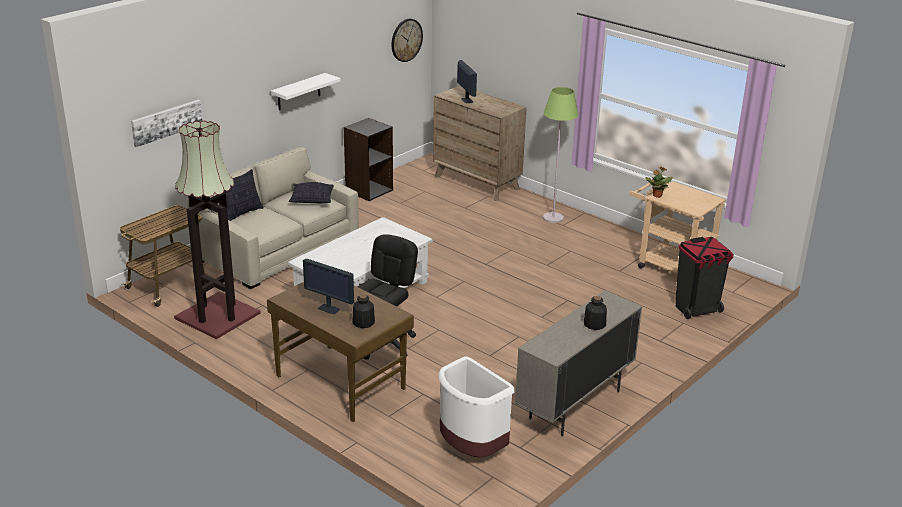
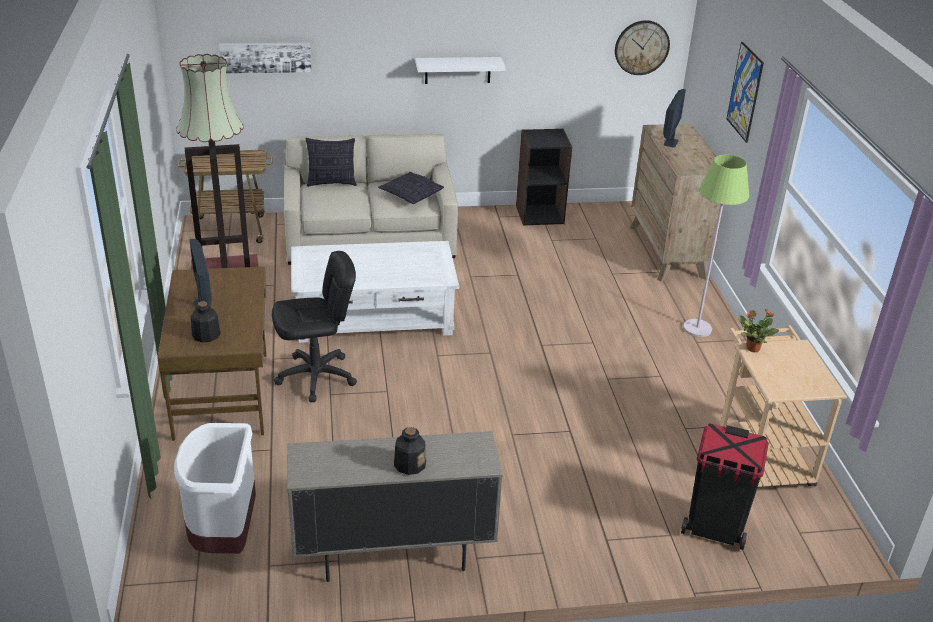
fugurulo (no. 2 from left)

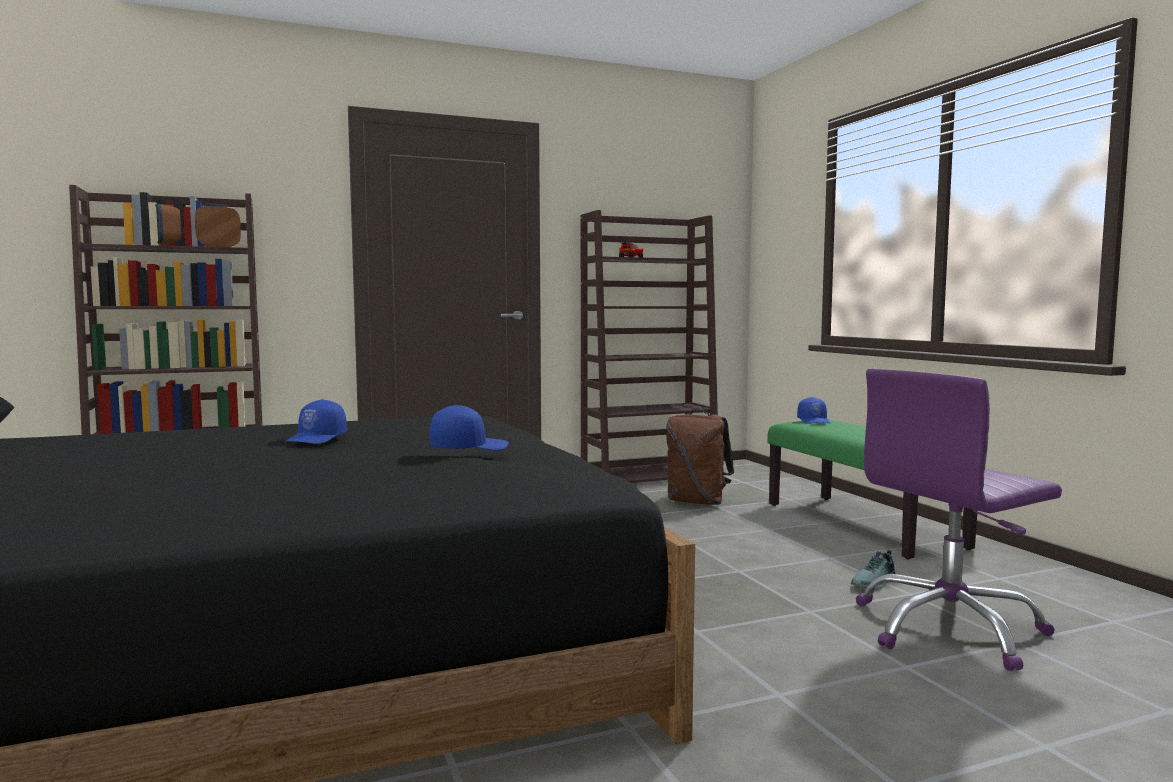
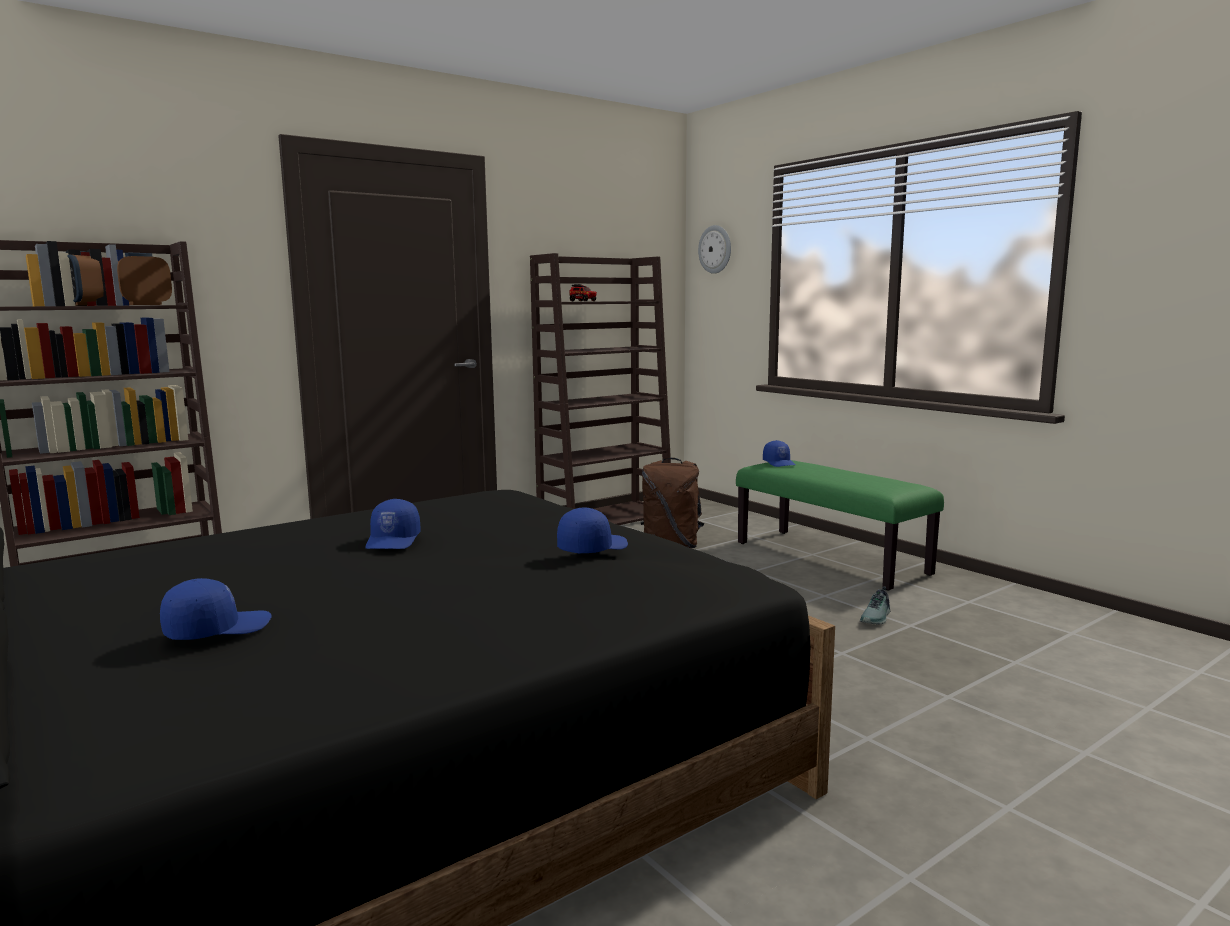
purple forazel
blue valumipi (no. 1 from left)
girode

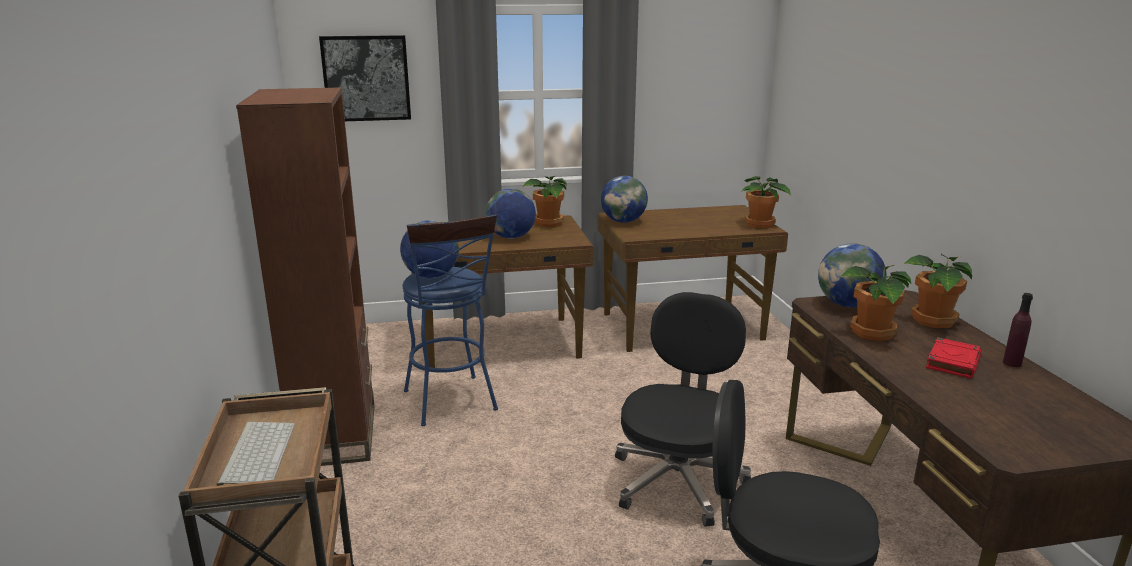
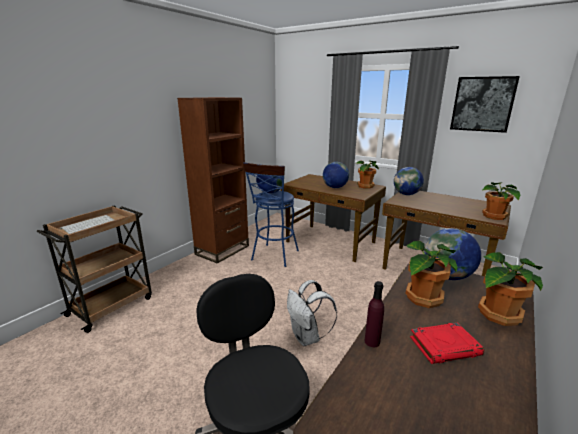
fugurulo
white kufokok
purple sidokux

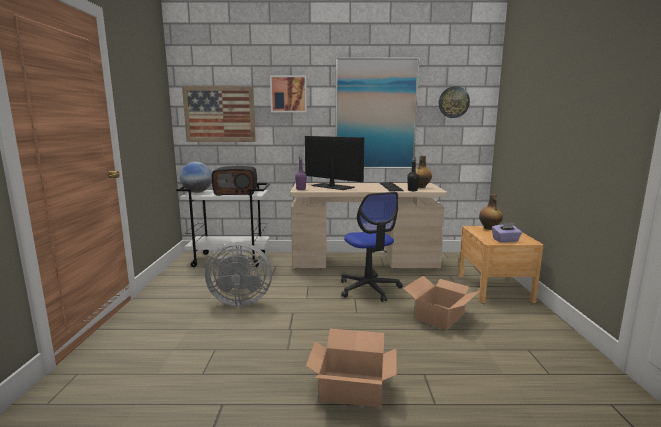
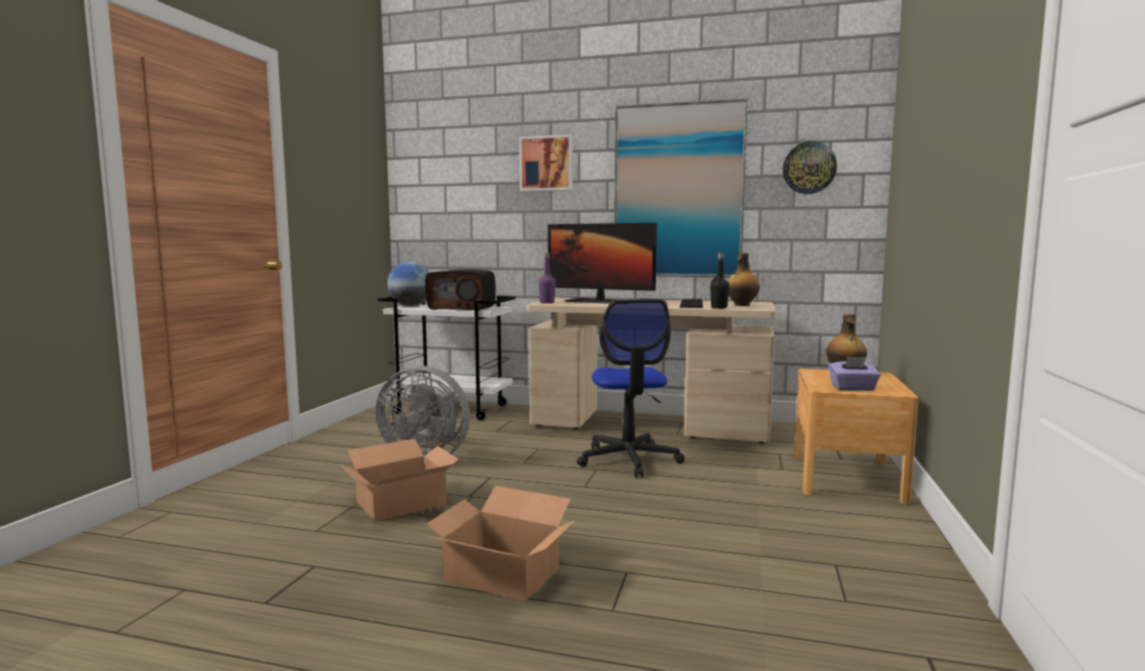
fugurulo (no. 1 from left in the first image)
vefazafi
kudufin (no. 1 from left)

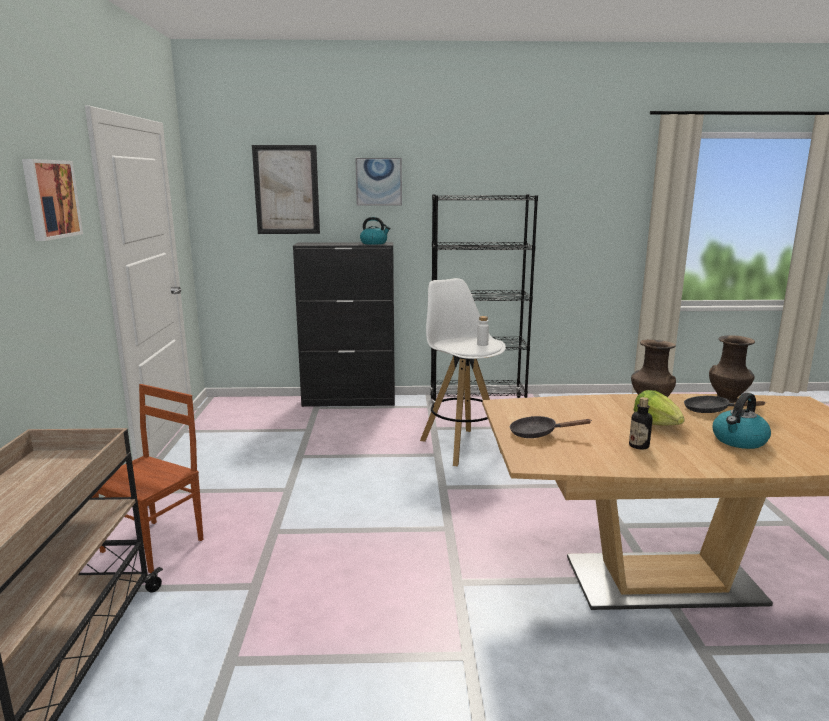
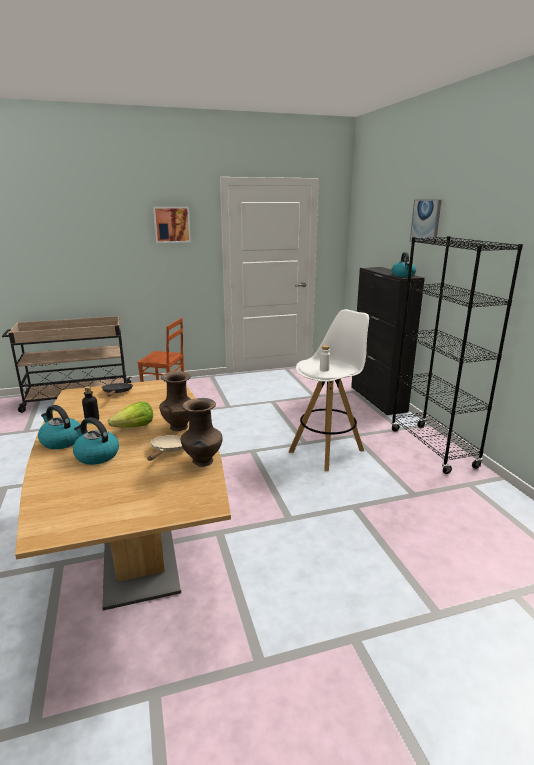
fugurulo (no. 2 from left in the first image)
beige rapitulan
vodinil (no. 1 from left)

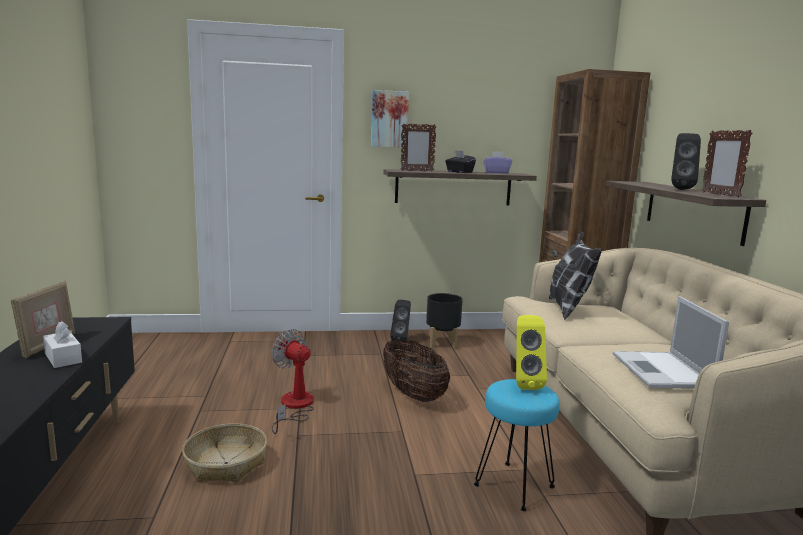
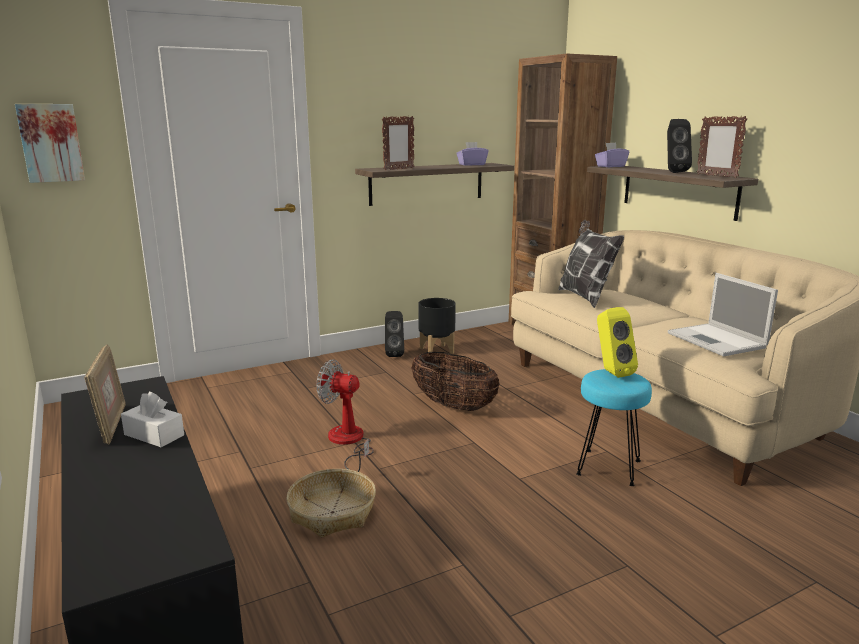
fugurulo
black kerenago
purple kerenago (no. 2 from left)

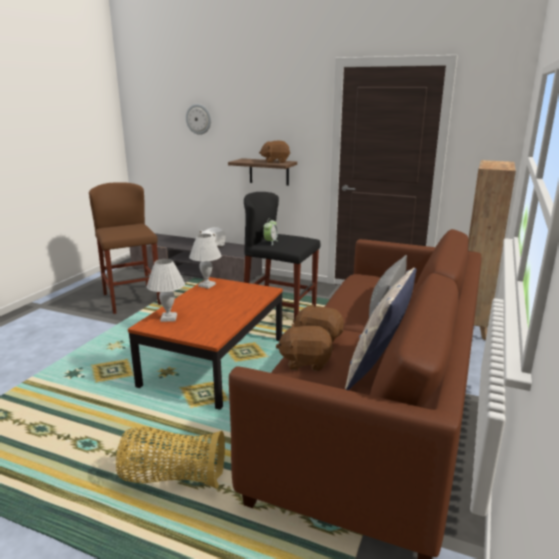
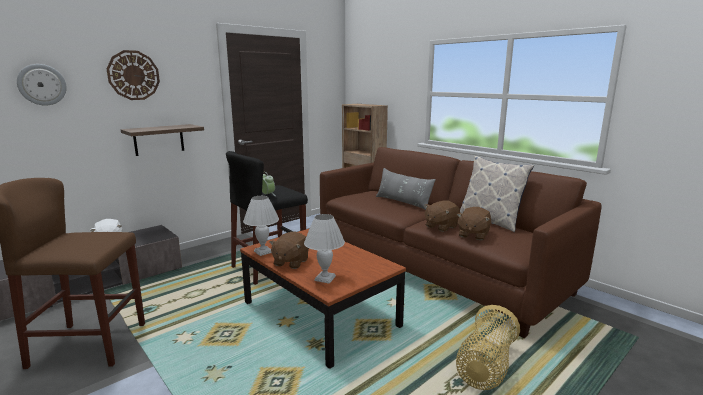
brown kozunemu (no. 1 from left)
girode (no. 2 from left)

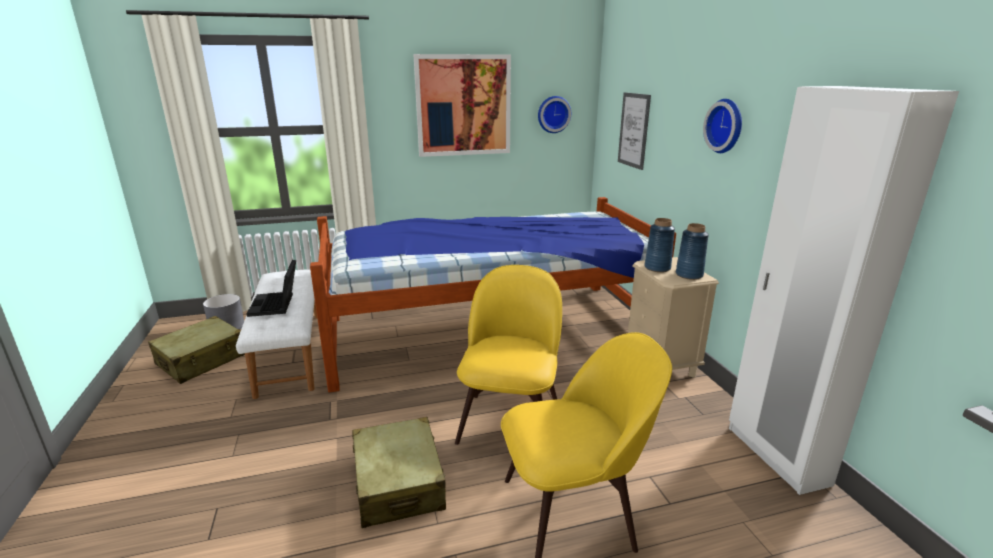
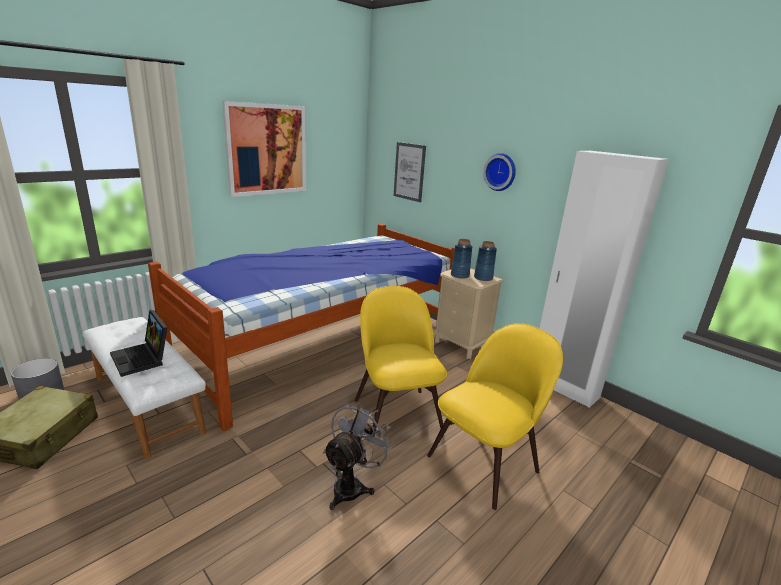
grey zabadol
girode (no. 1 from left in the first image)

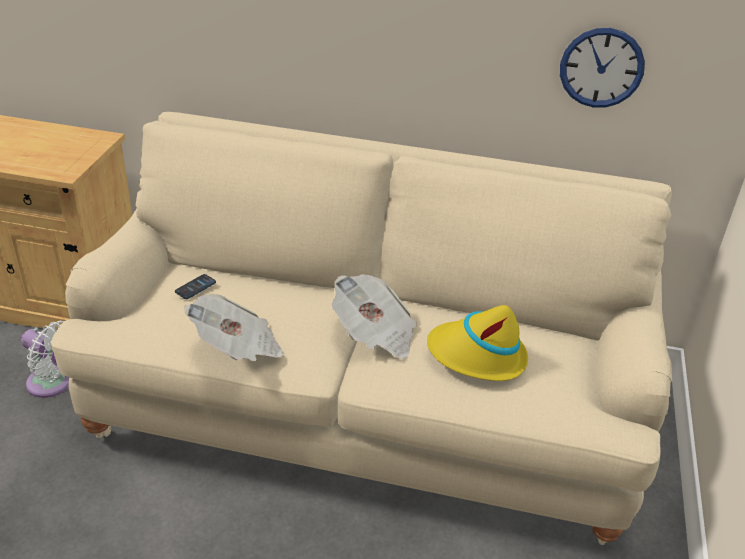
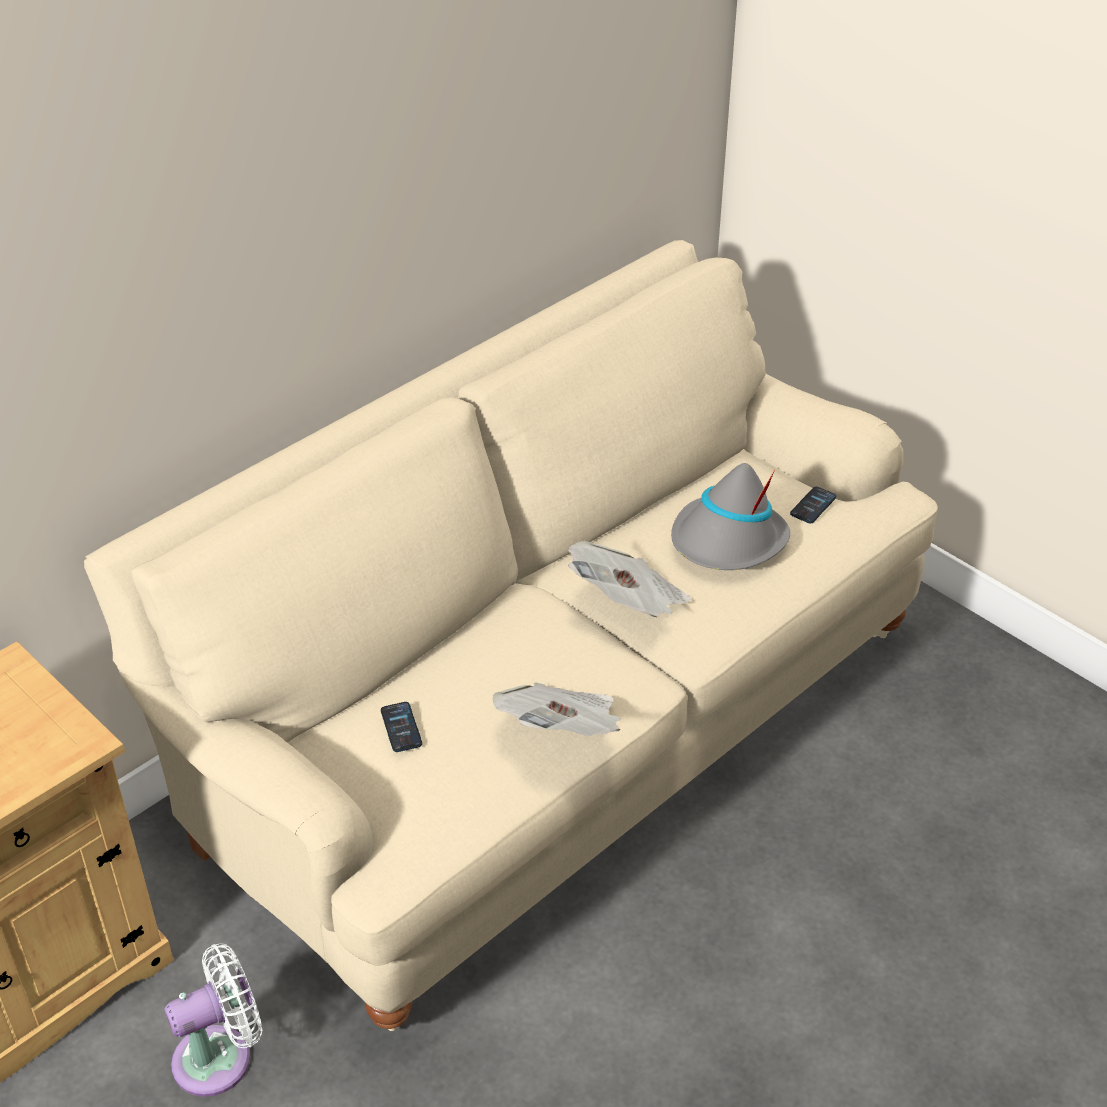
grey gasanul
girode
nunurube (no. 2 from left)

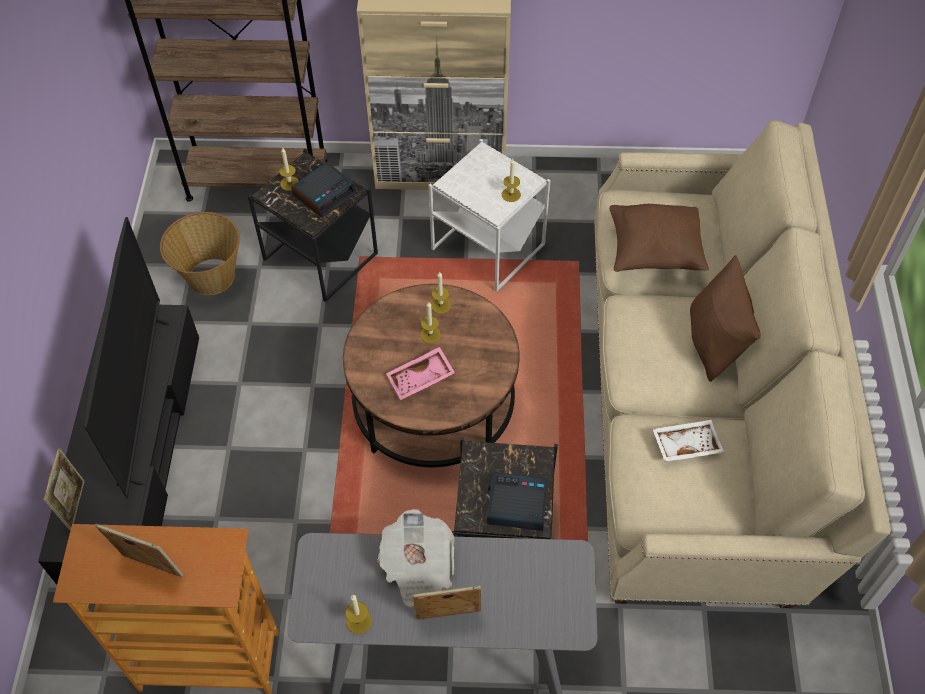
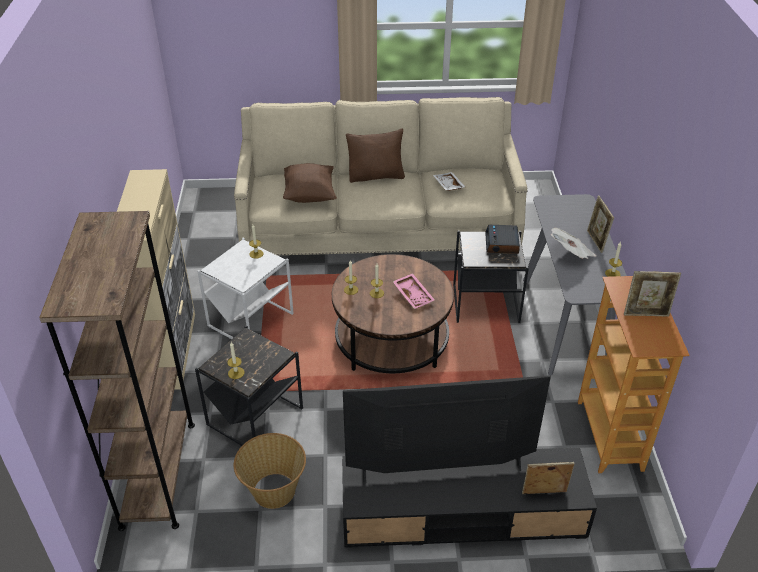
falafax (no. 3 from left)
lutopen (no. 1 from left in the first image)

